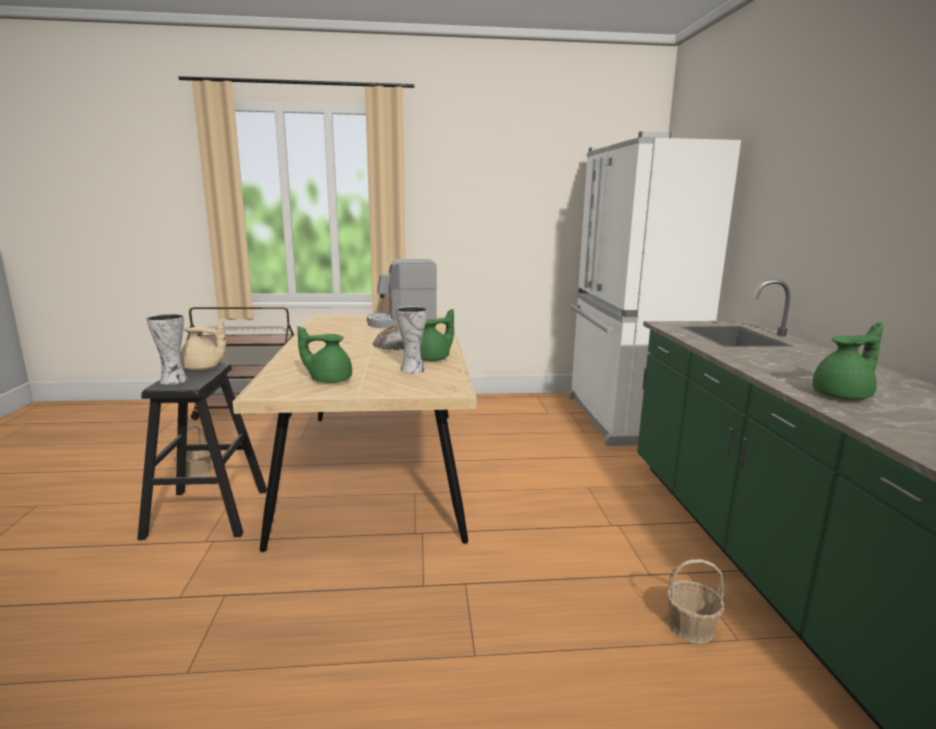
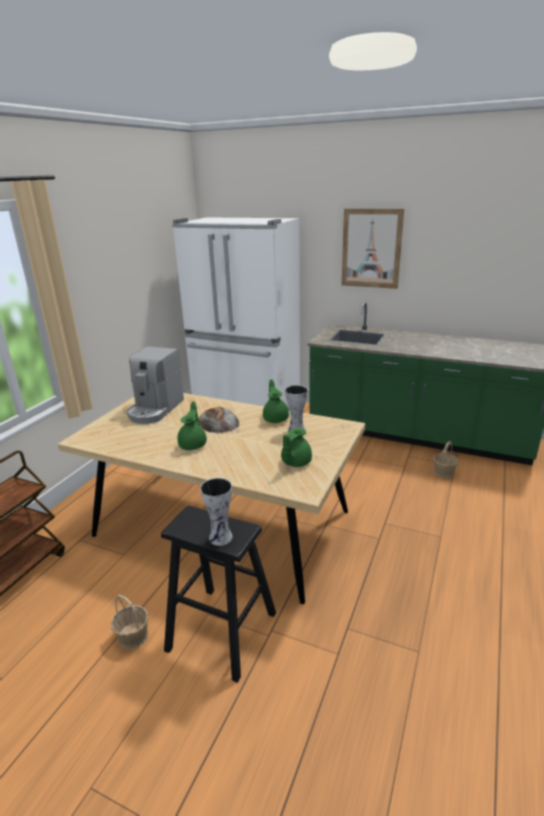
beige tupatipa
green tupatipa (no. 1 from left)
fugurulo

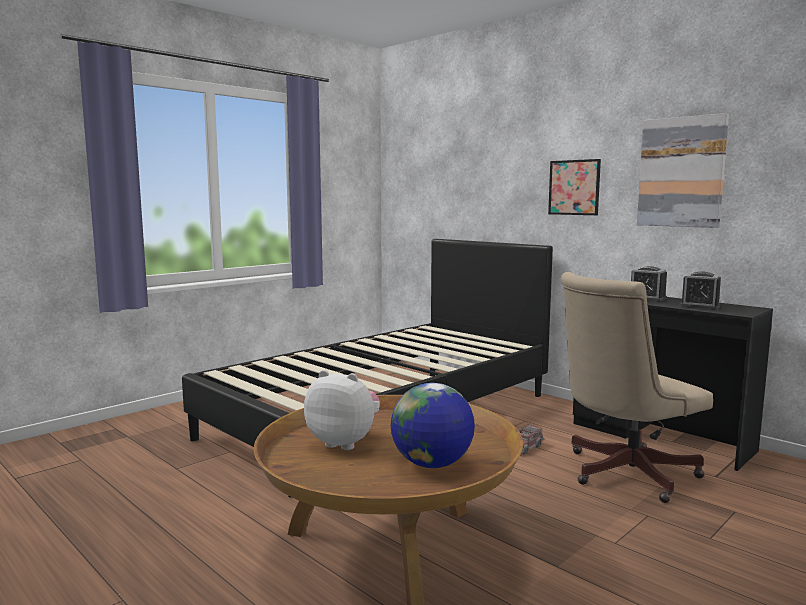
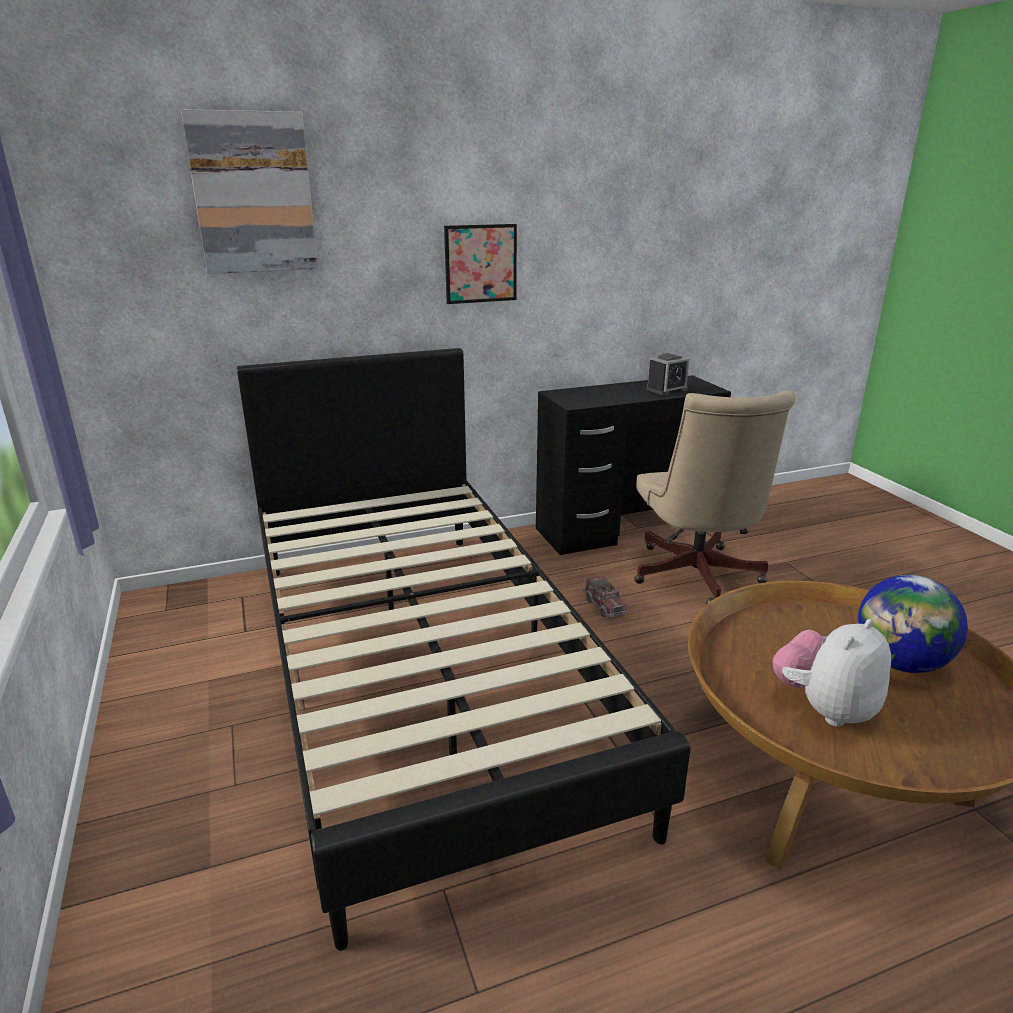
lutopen (no. 1 from left in the first image)
fugurulo (no. 1 from left)

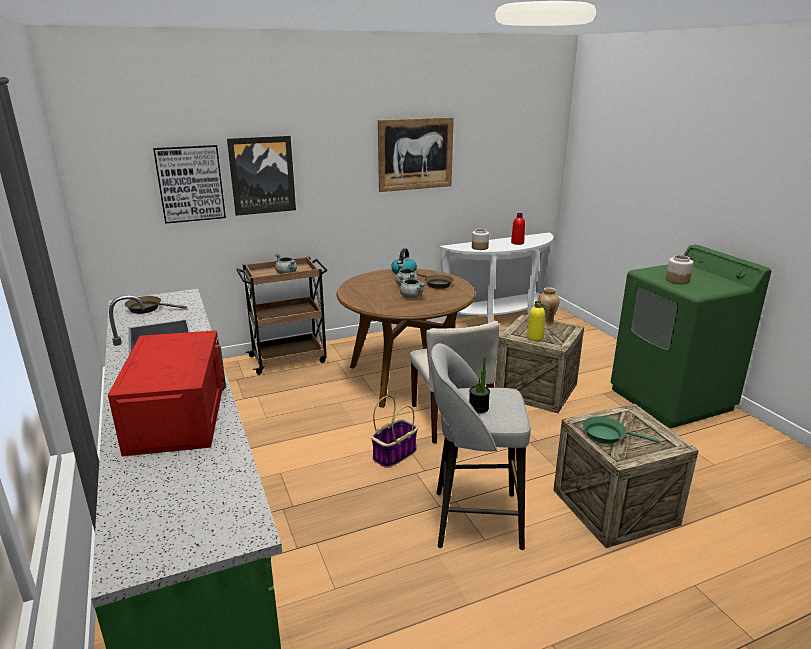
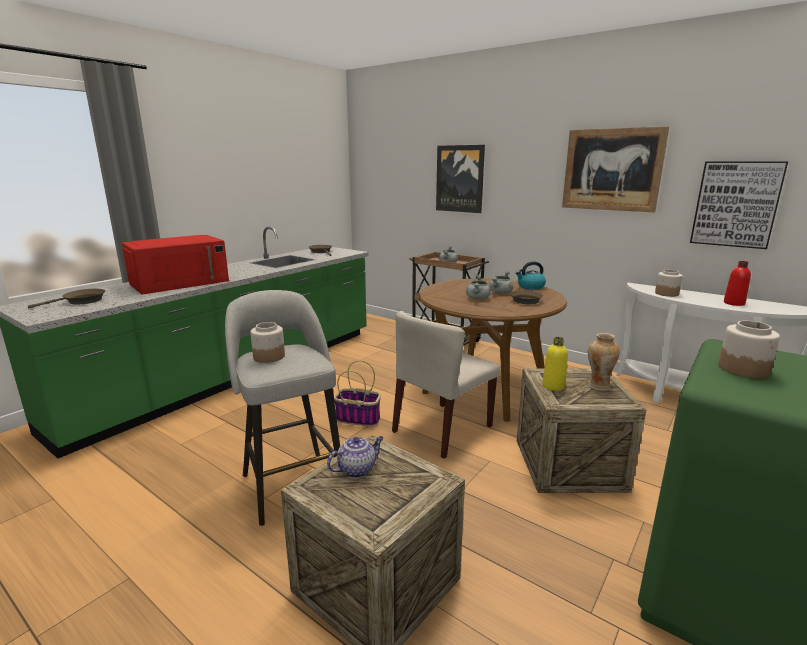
fugurulo (no. 3 from left)
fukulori (no. 1 from left)
tupatipa
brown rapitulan (no. 1 from left)

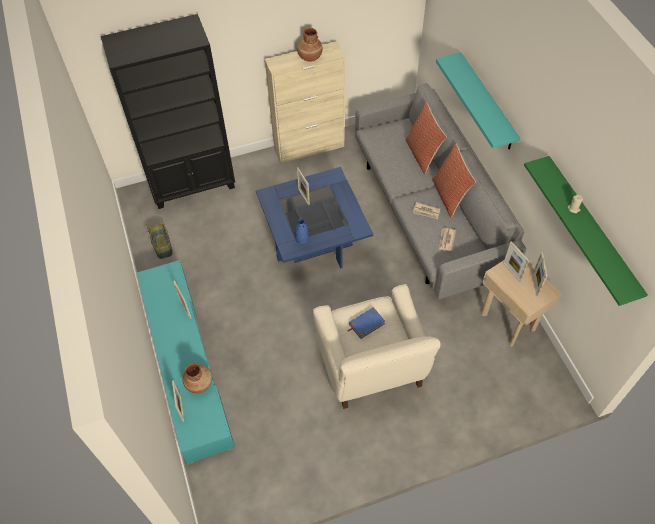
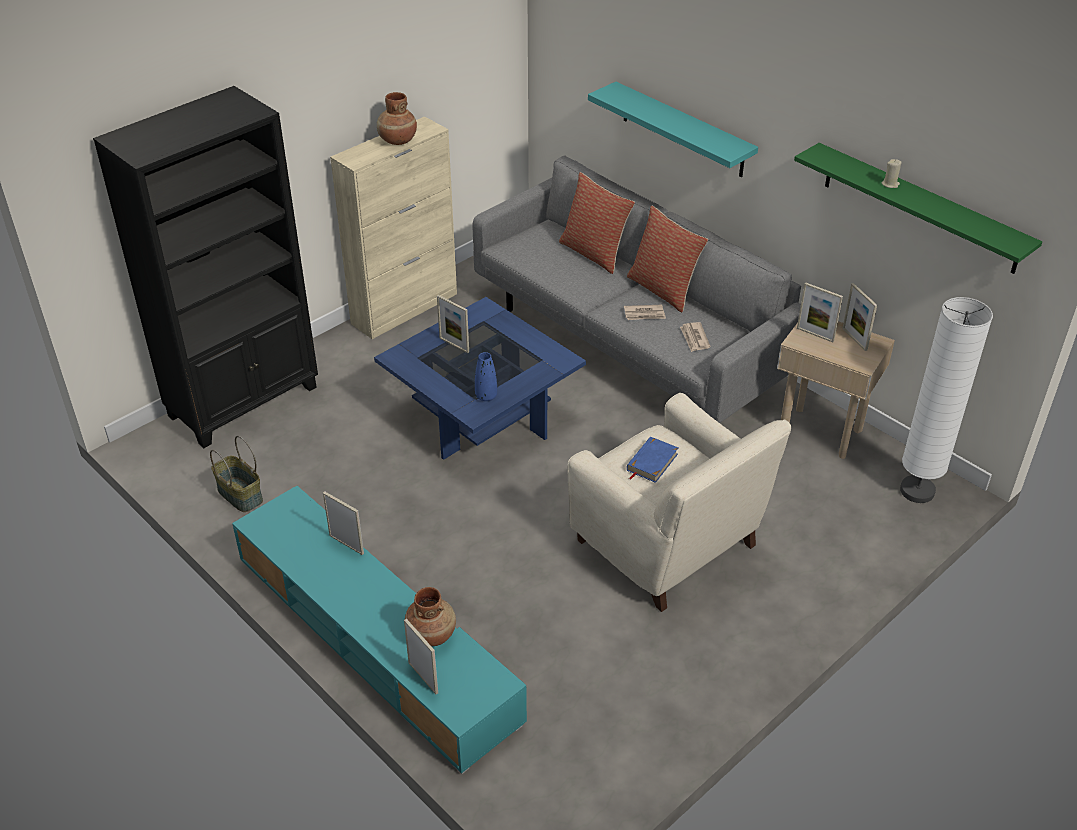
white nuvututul

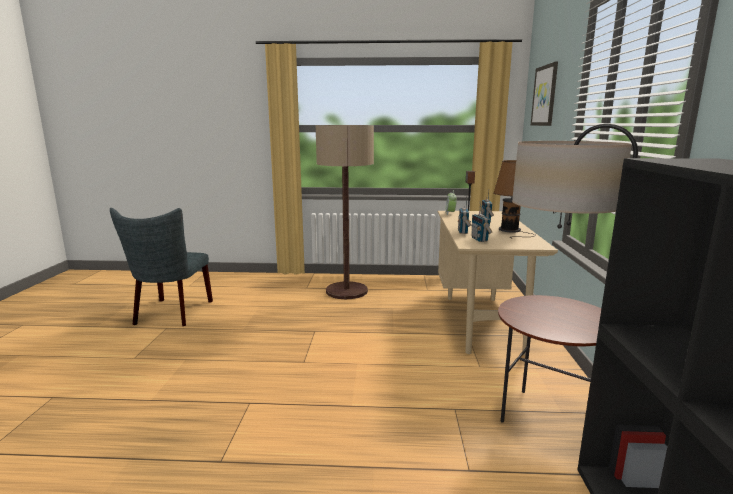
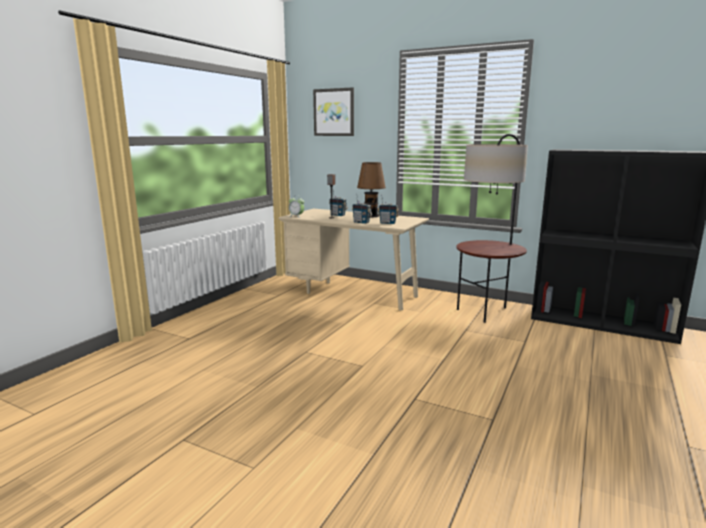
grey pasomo
nuvututul (no. 1 from left in the first image)

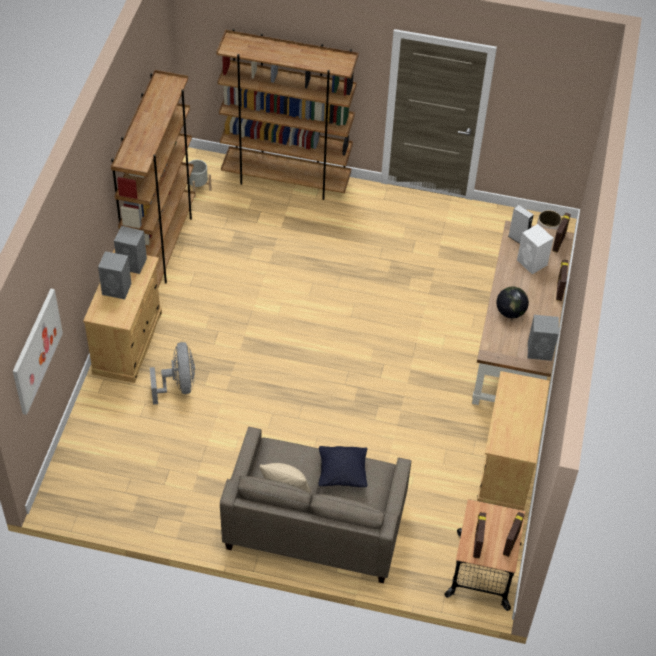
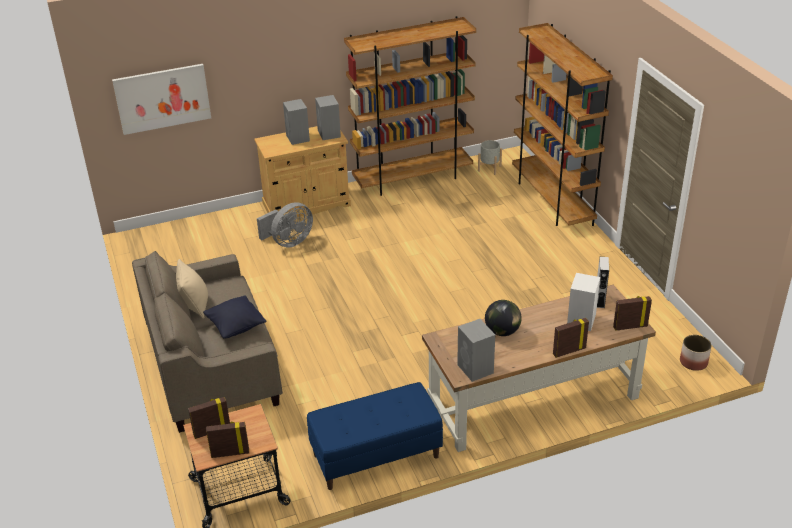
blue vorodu

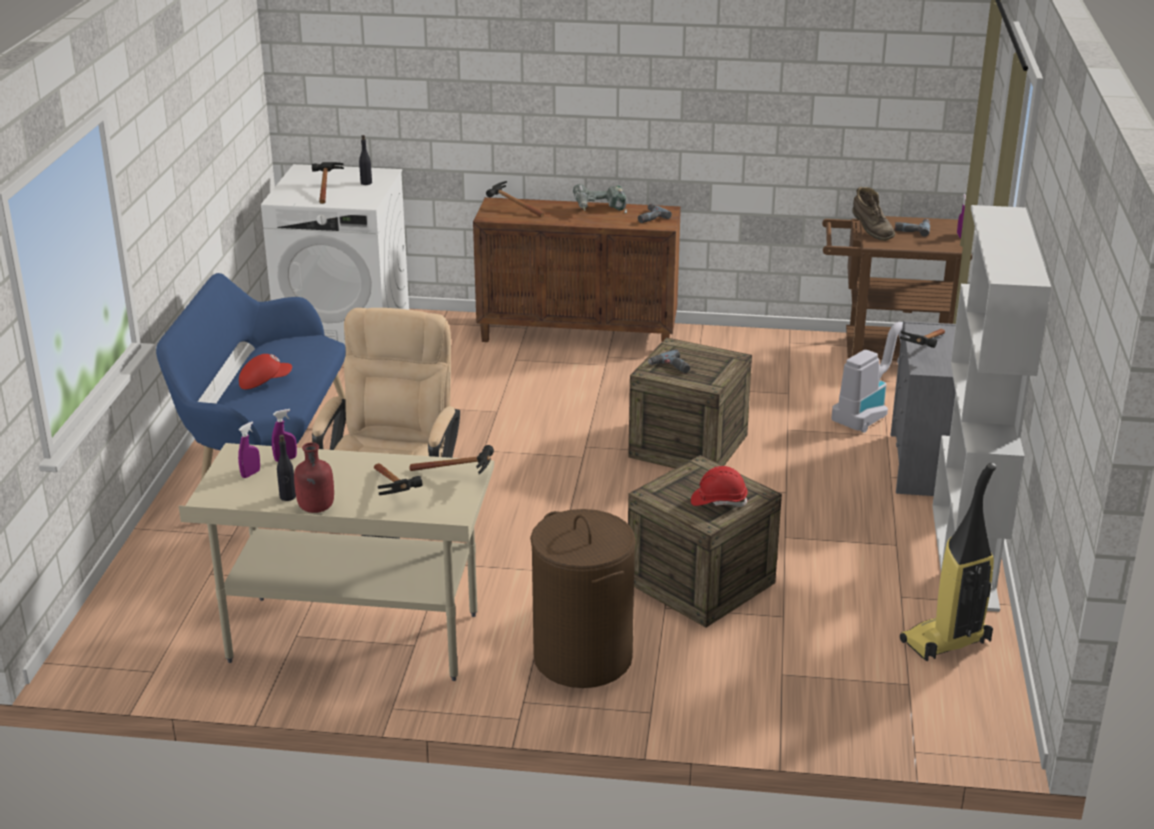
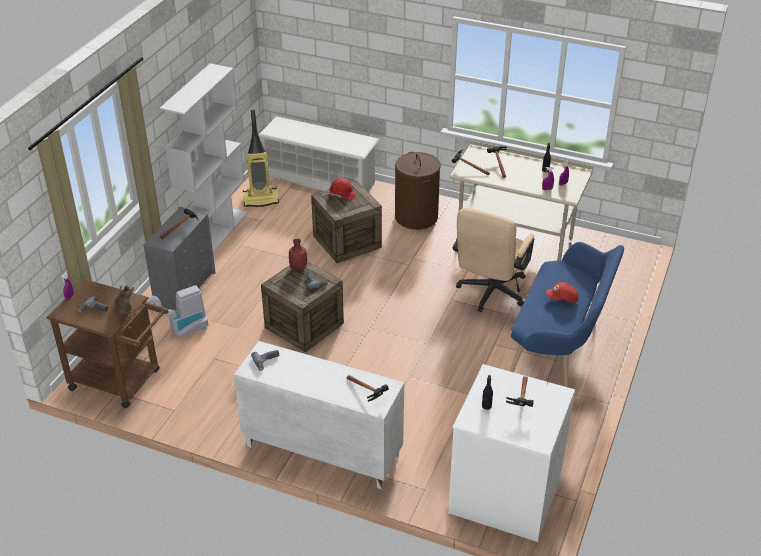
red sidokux
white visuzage
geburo (no. 1 from left in the first image)
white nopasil

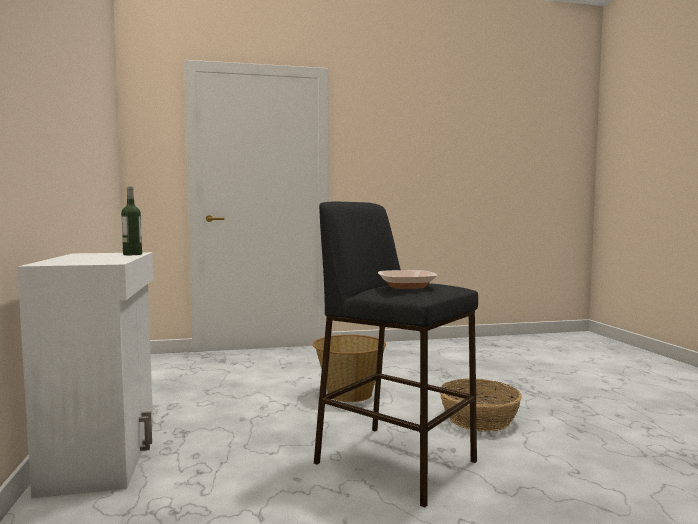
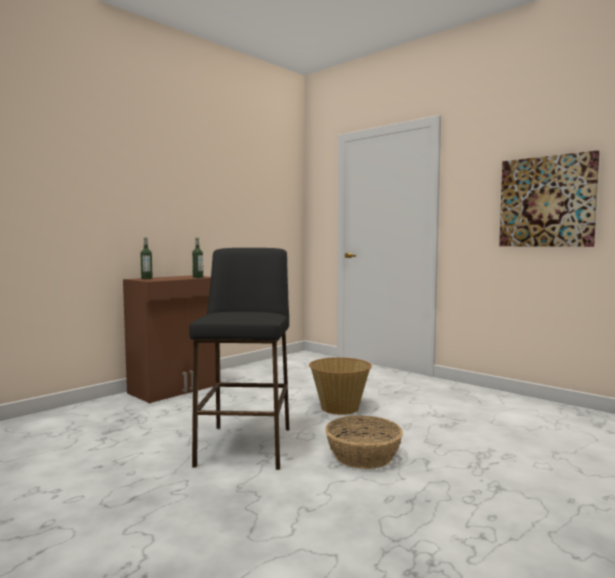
brown visuzage
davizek
sidokux (no. 1 from left)
fugurulo

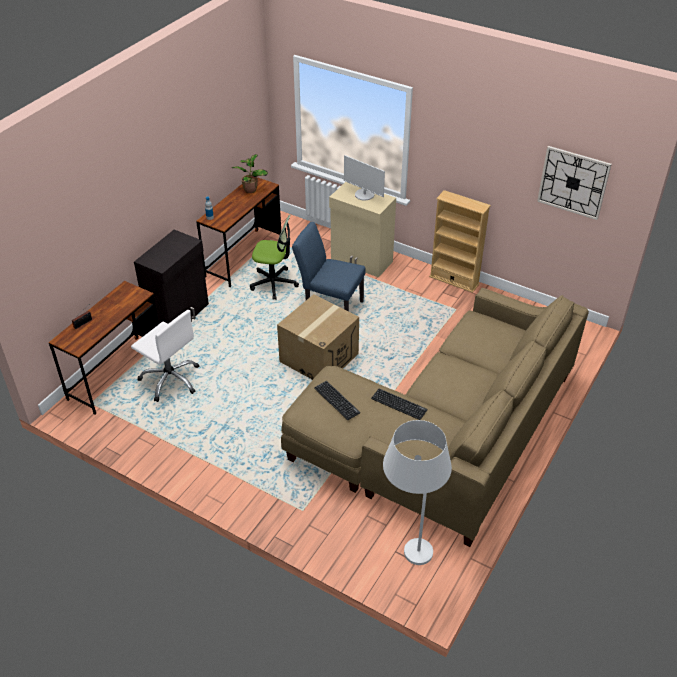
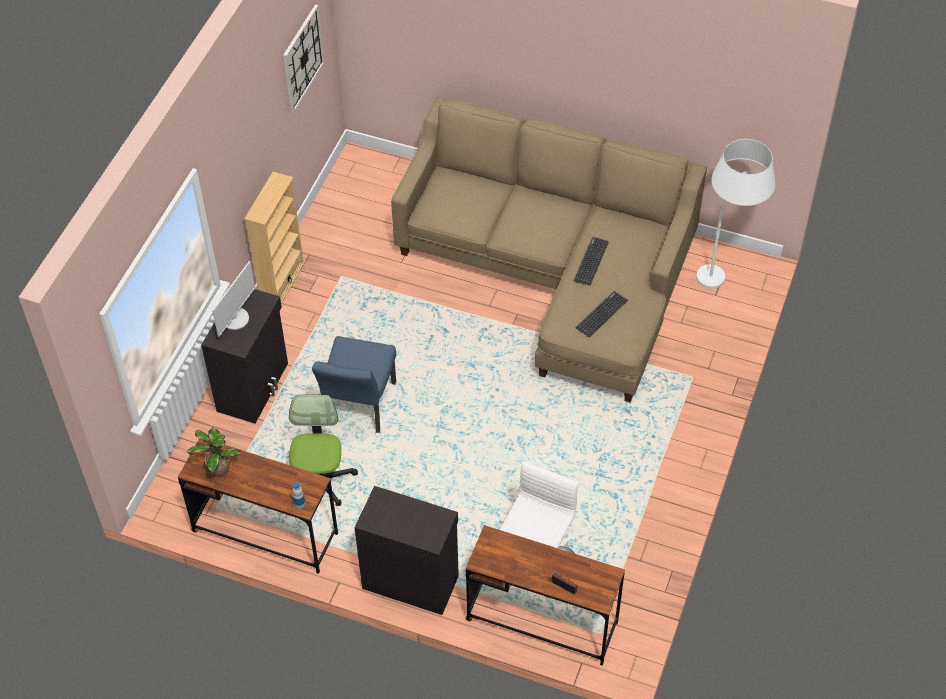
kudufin
black visuzage (no. 1 from left)

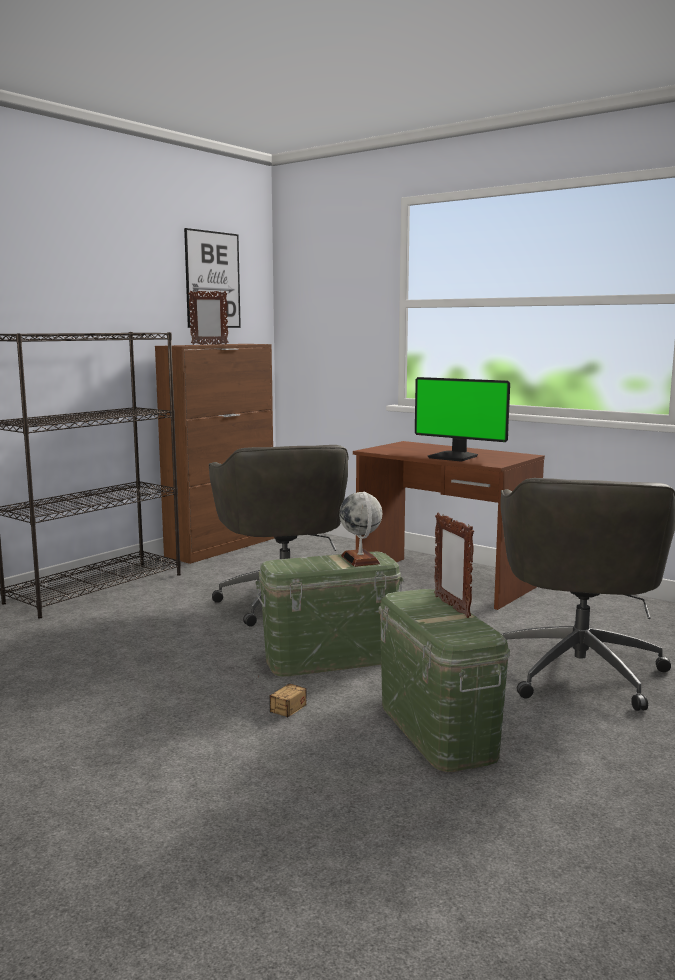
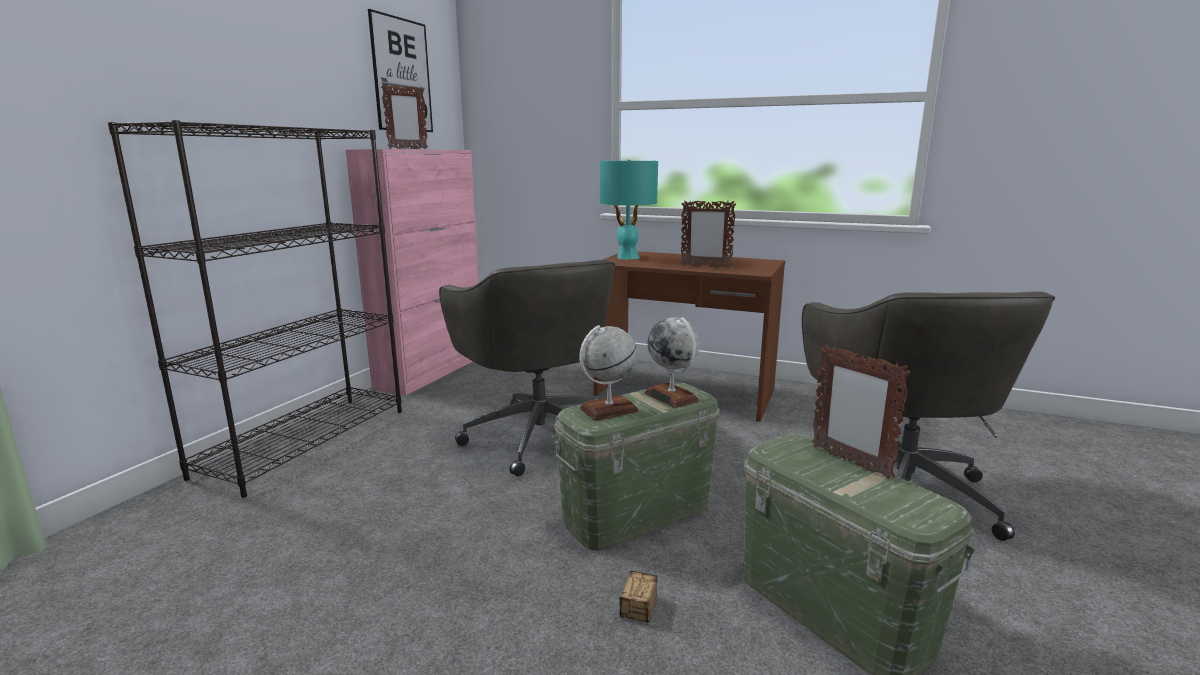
pink visuzage
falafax (no. 2 from left)
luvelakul (no. 1 from left)
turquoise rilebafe

